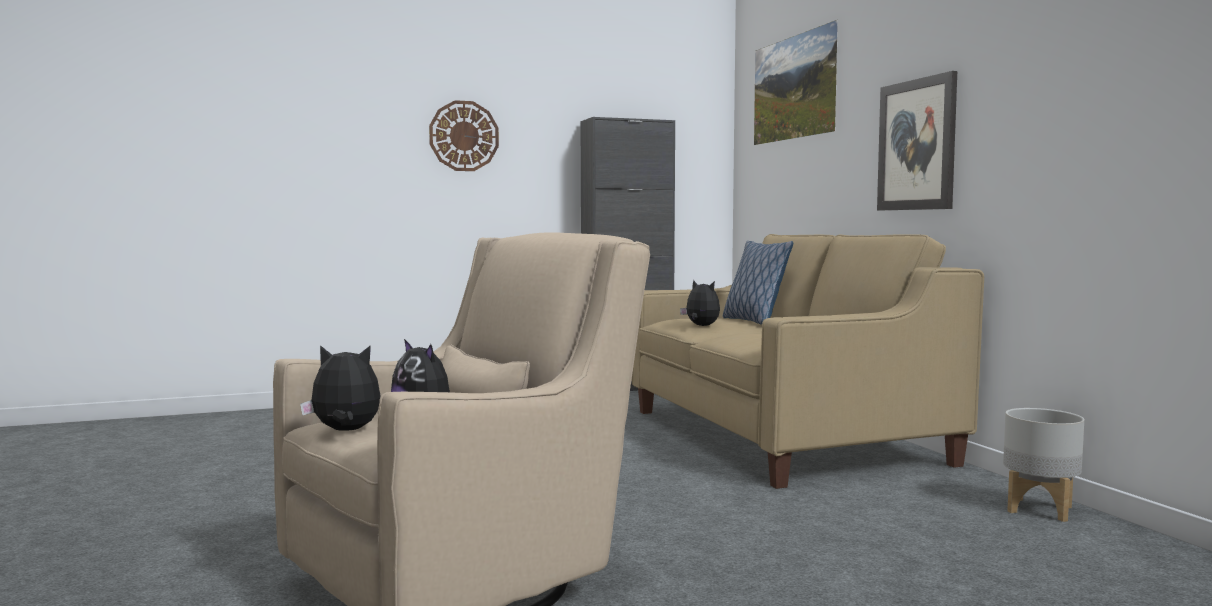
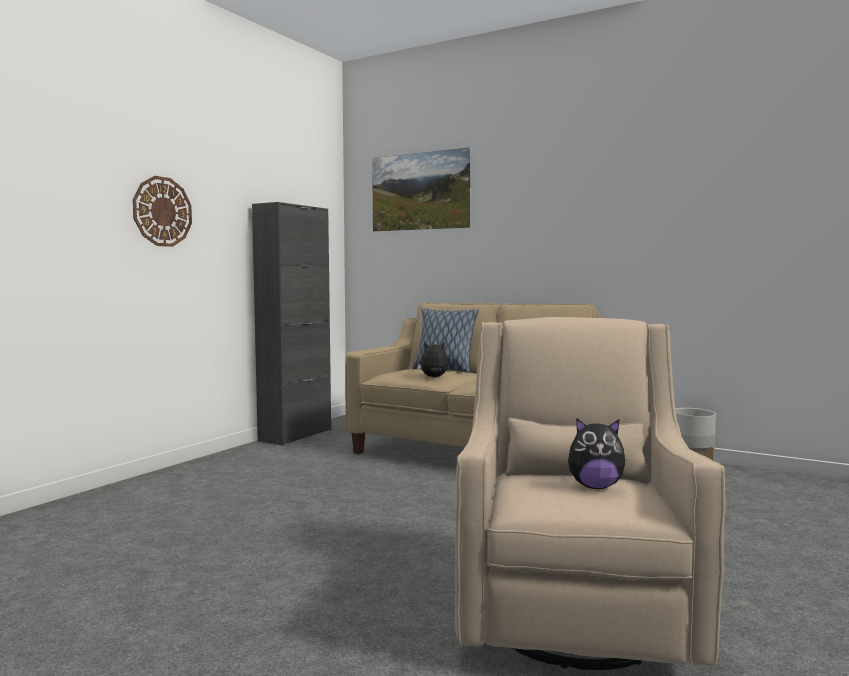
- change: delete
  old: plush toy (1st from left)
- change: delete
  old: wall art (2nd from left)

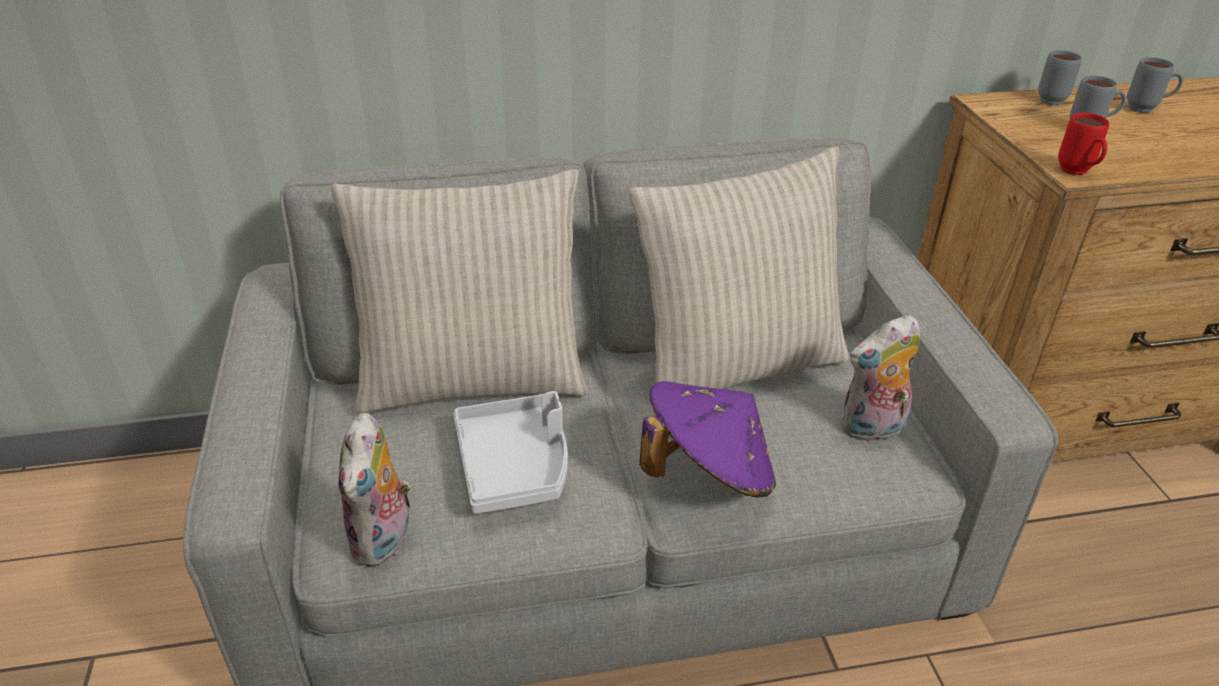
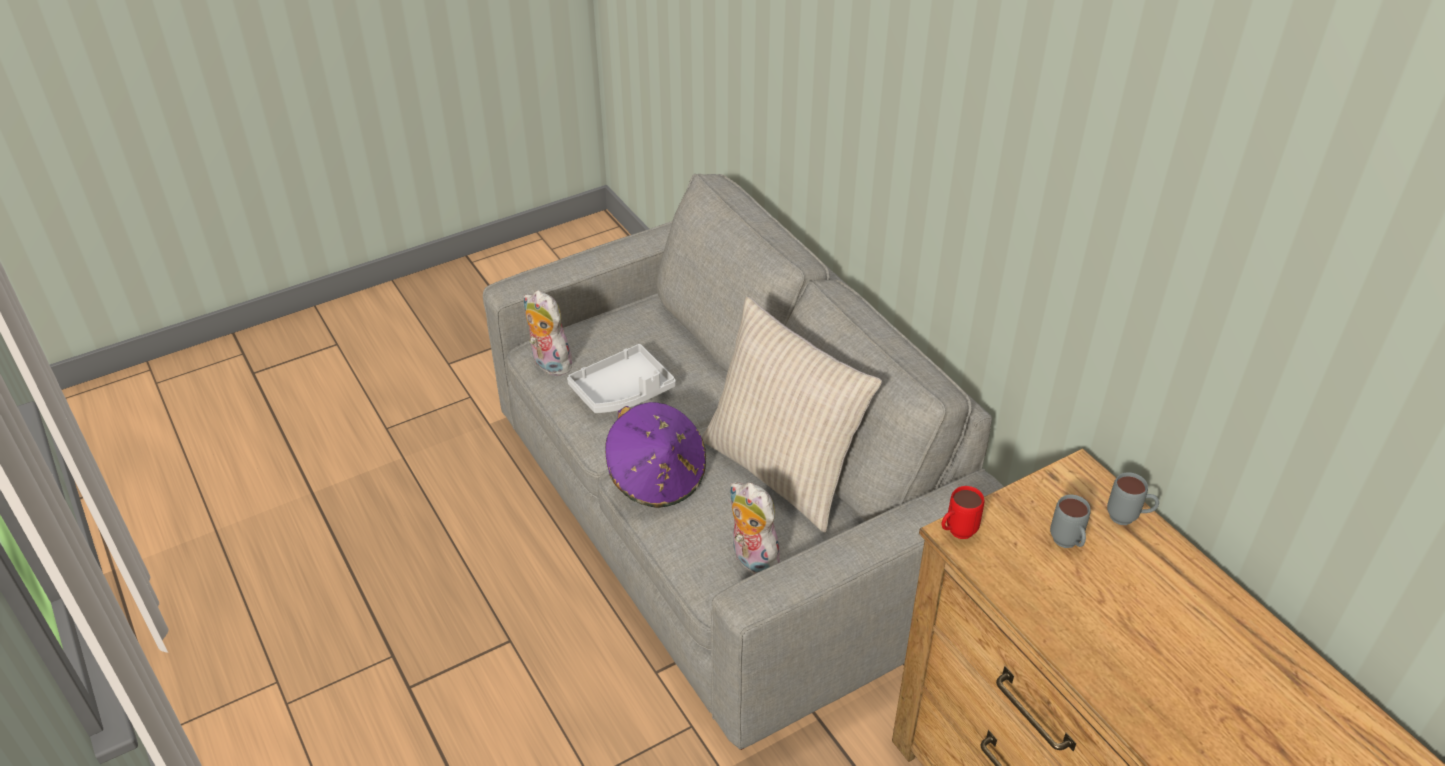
- change: delete
  old: pillow in beige-coloured (1st from left)
- change: delete
  old: tea mug in grey (3rd from left)
- change: rotate
  old: plush toy (1st from left)
  degrees: 60

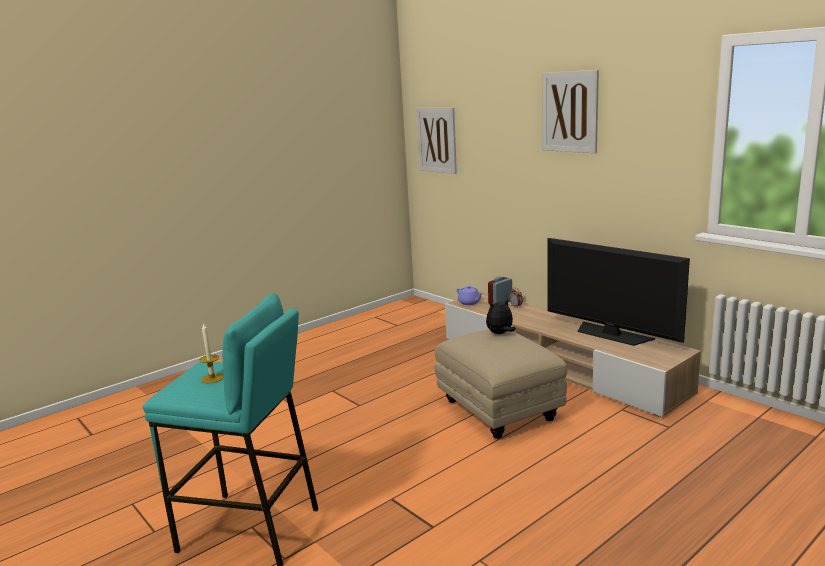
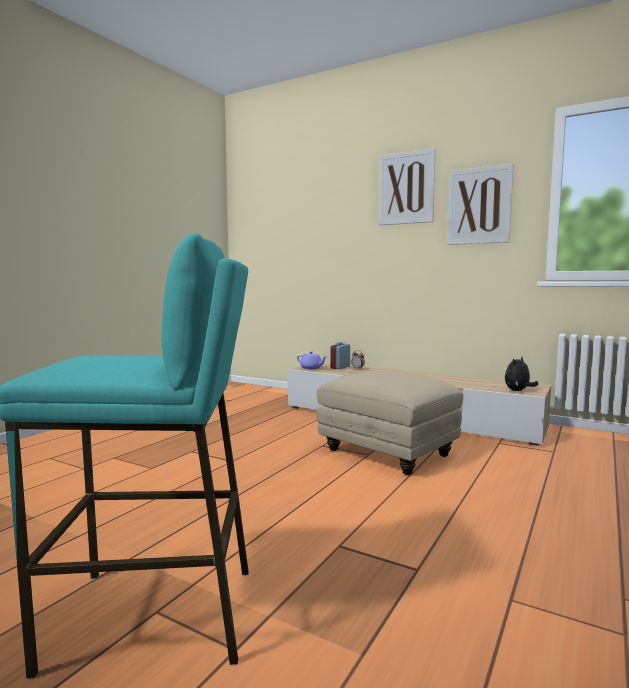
- change: delete
  old: wax light
- change: delete
  old: TV
- change: move
  old: wall art (1st from left in the first image)
  new: wall art (2nd from left)
- change: move
  old: plush toy

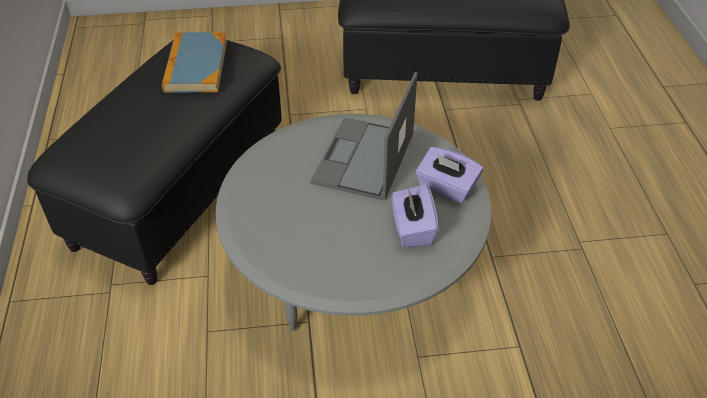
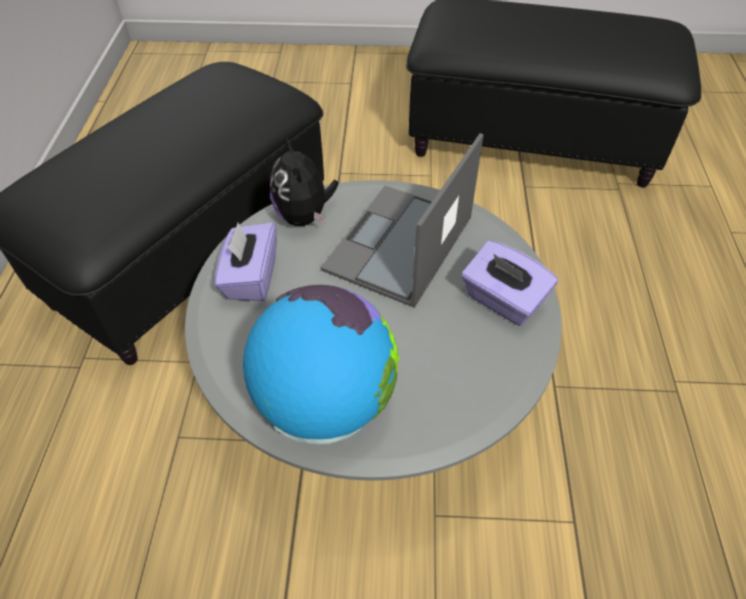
- change: delete
  old: volume
- change: insert
  new: desk globe
- change: insert
  new: plush toy
- change: move
  old: tissue box in purplish (1st from left)

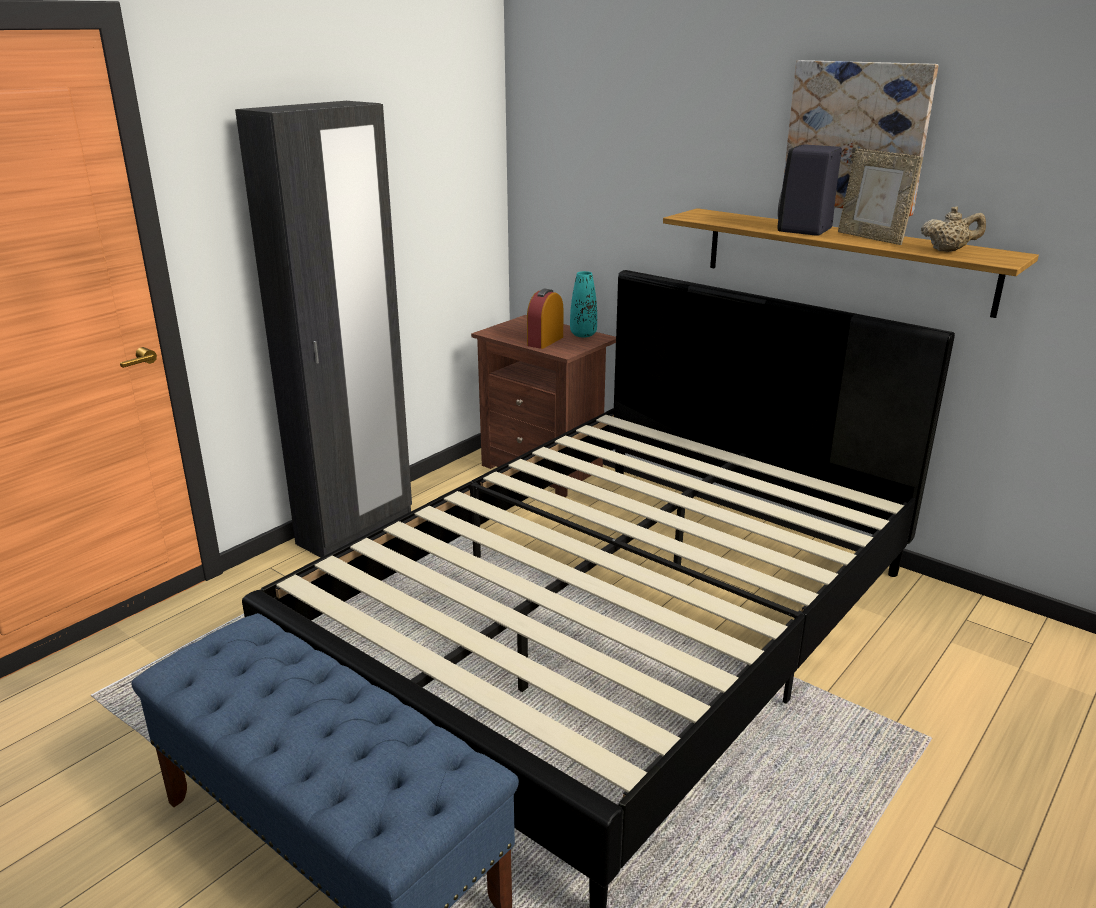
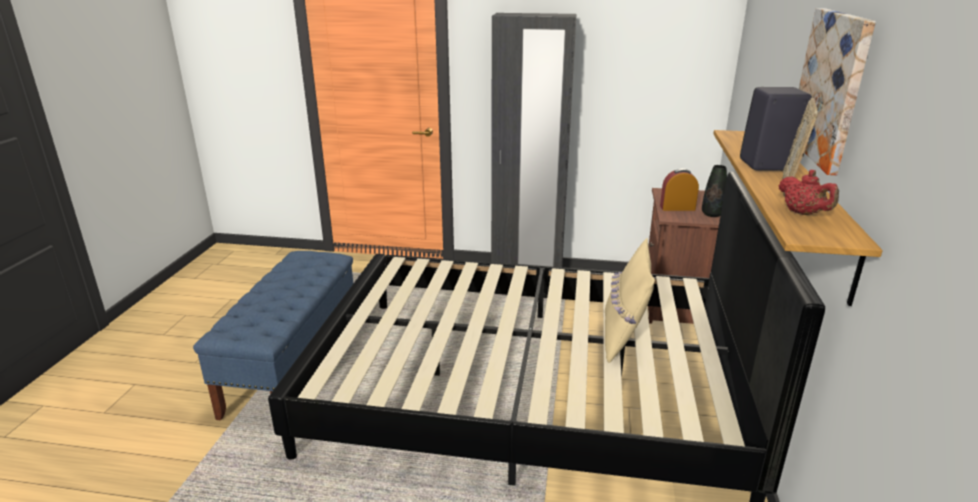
- change: insert
  new: pillow in beige-coloured
- change: recolor
  old: flower vase in turquoise
  new: flower vase in black-coloured
- change: recolor
  old: pot for tea in beige-coloured
  new: pot for tea in reddish

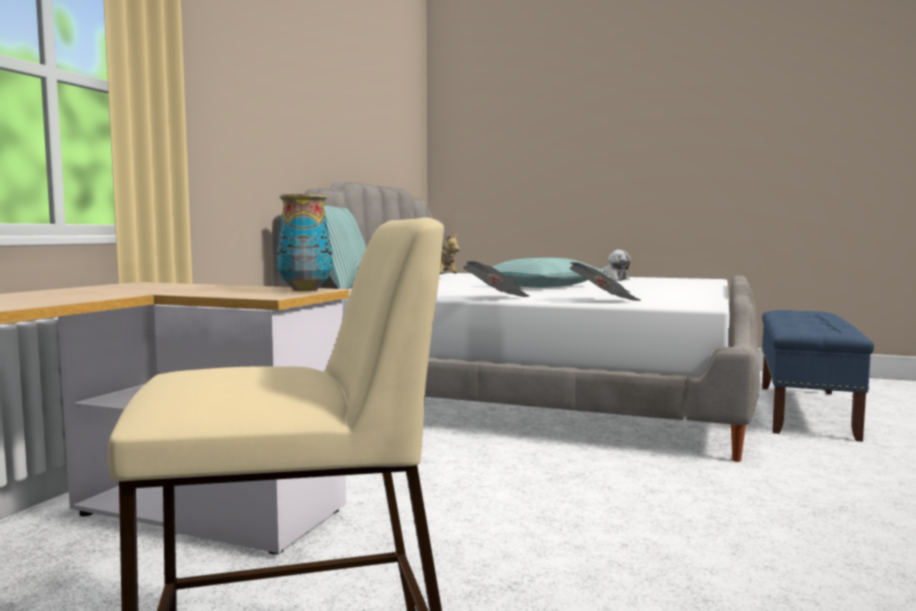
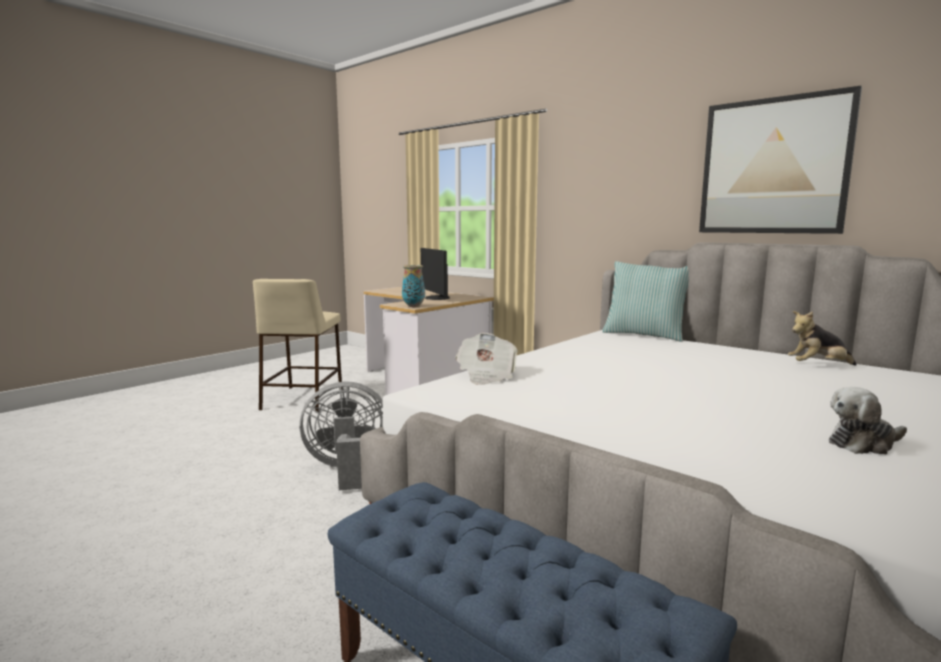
- change: delete
  old: daily paper (1st from left)
- change: delete
  old: pillow (2nd from left)
- change: insert
  new: cooling fan in grey
- change: insert
  new: computer display
- change: insert
  new: wall art

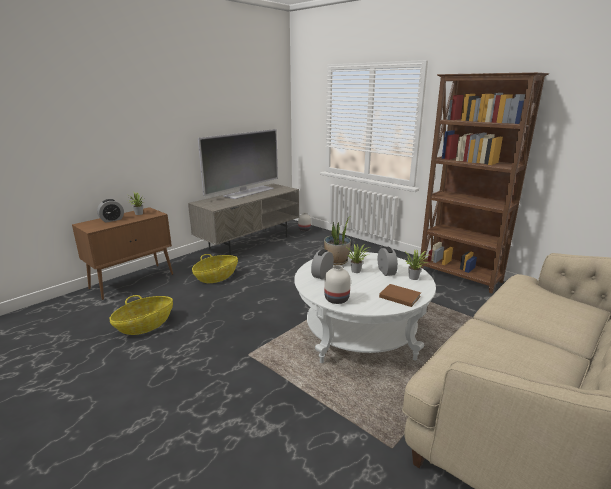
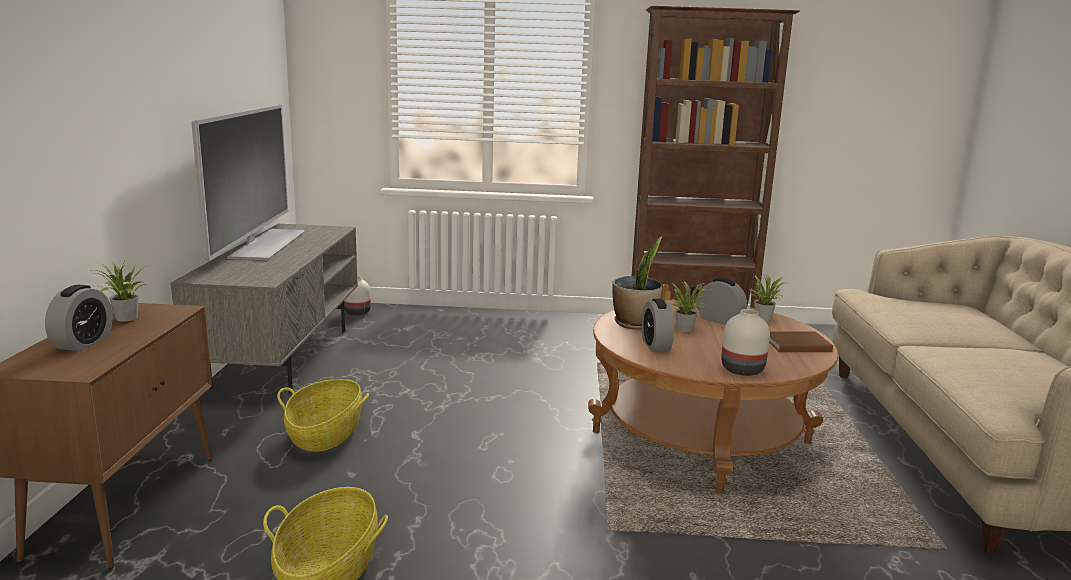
- change: recolor
  old: coffee table in white-coloured
  new: coffee table in brownish

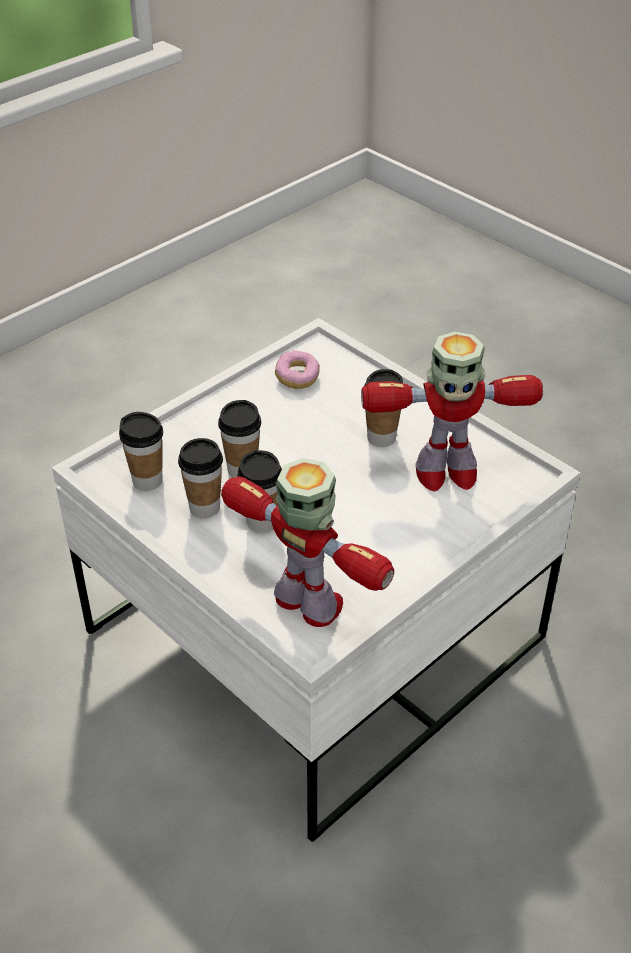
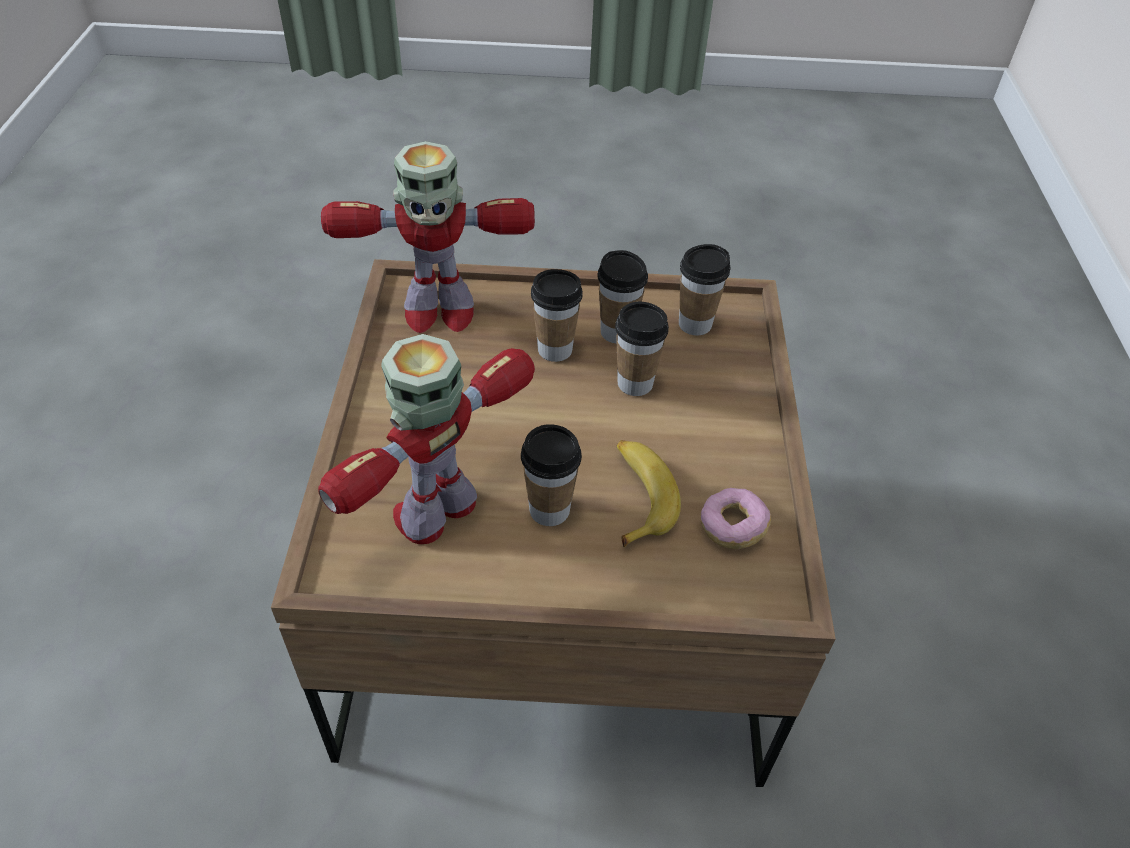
- change: insert
  new: banana
- change: recolor
  old: coffee table in white-coloured
  new: coffee table in brownish

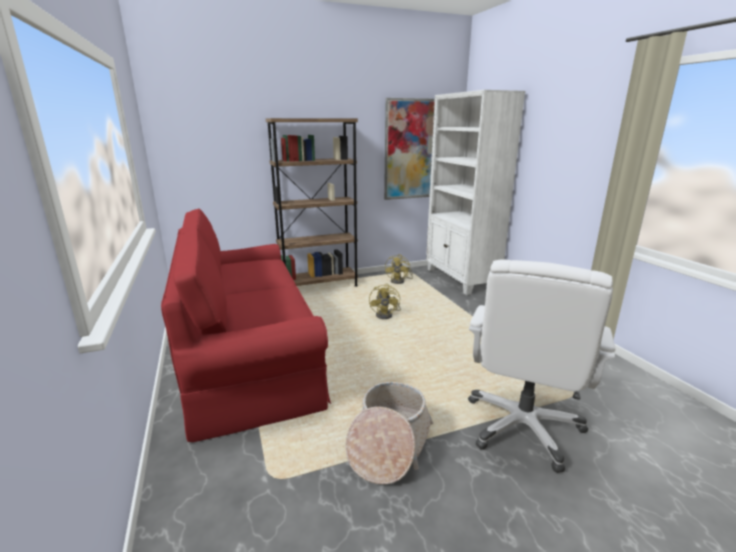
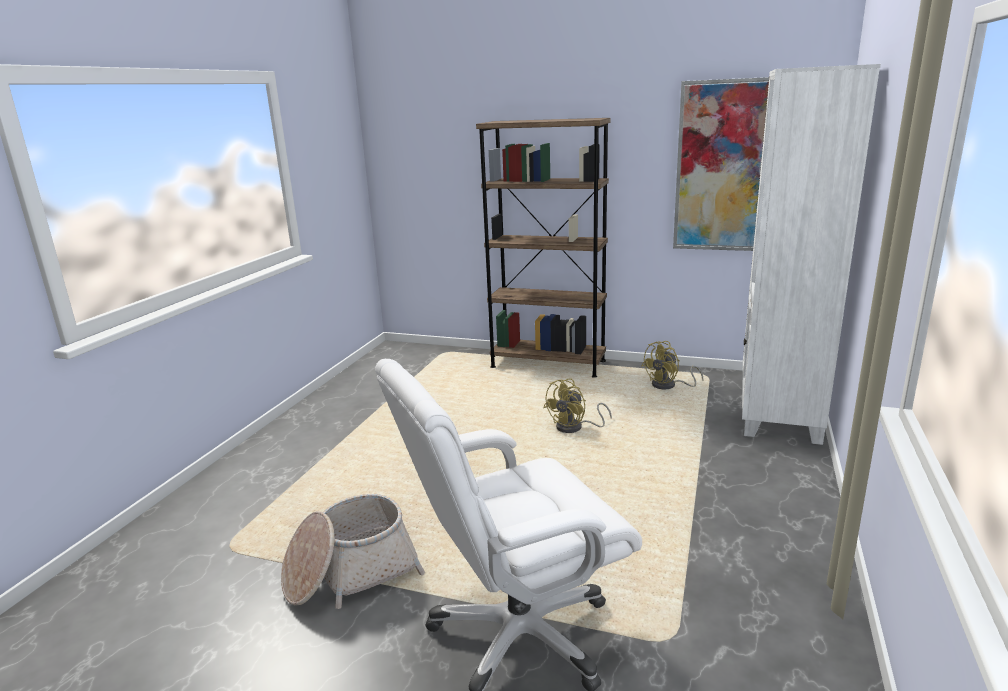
- change: delete
  old: settee in reddish

